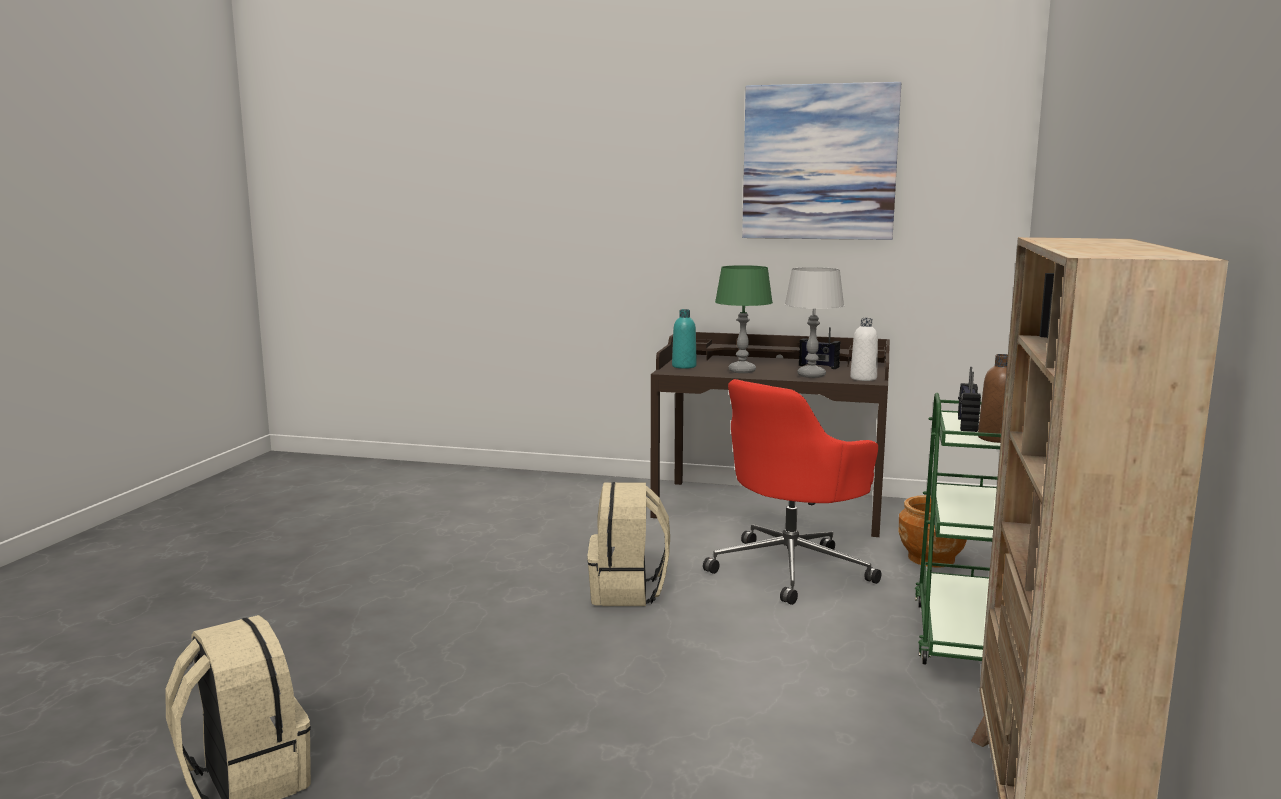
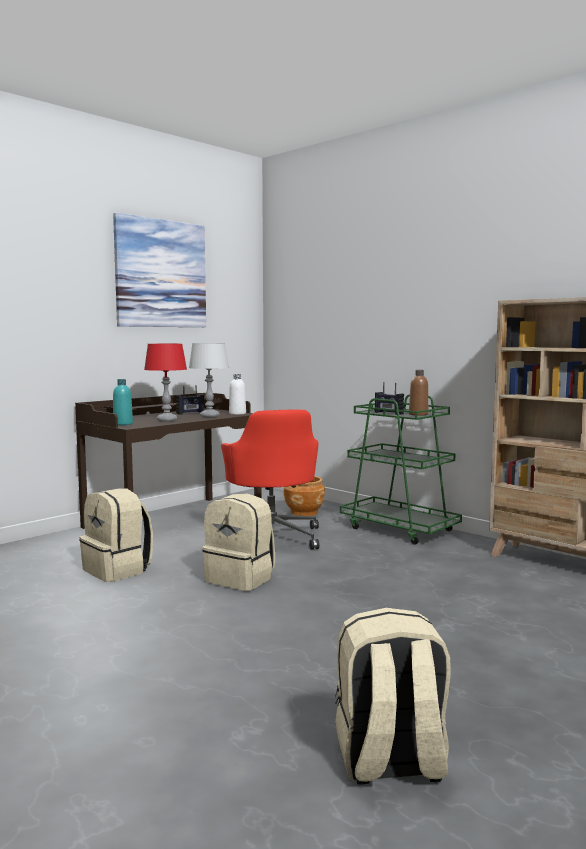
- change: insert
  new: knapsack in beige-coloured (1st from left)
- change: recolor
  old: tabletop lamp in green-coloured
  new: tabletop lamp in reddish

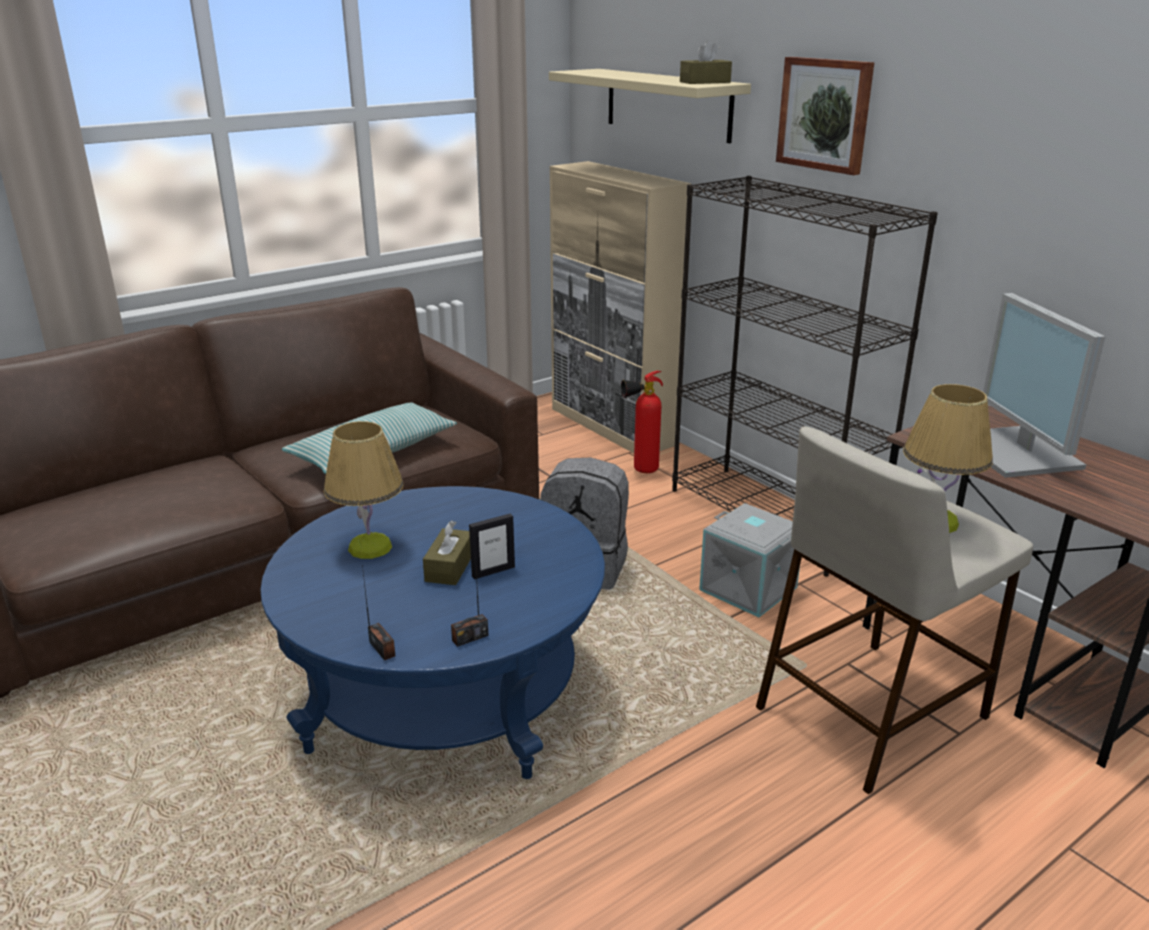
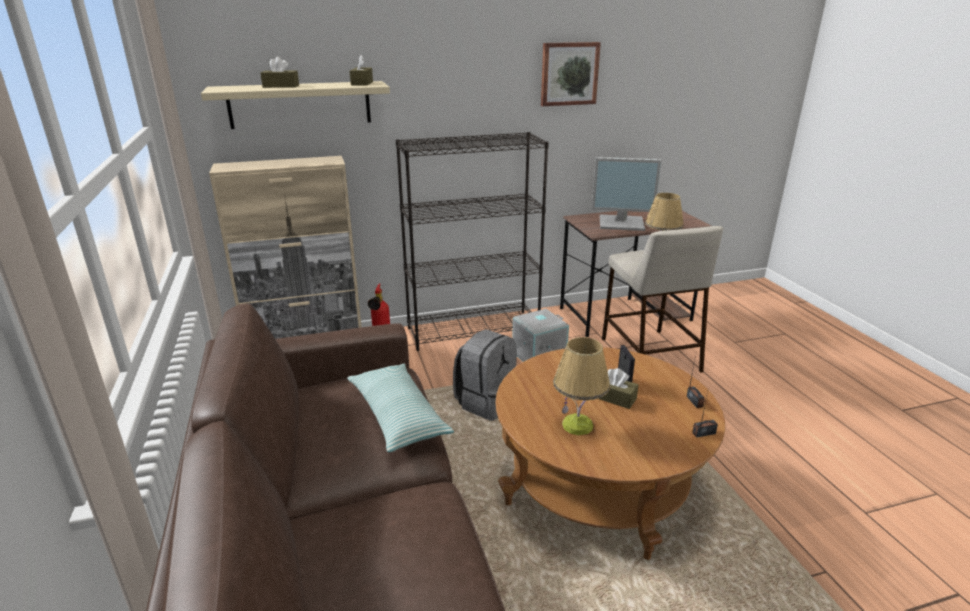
- change: insert
  new: tissue box in brownish (1st from left)
- change: move
  old: wall art
- change: recolor
  old: coffee table in blue-coloured
  new: coffee table in brownish

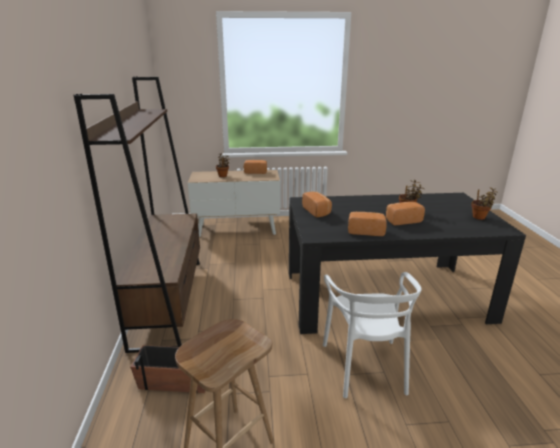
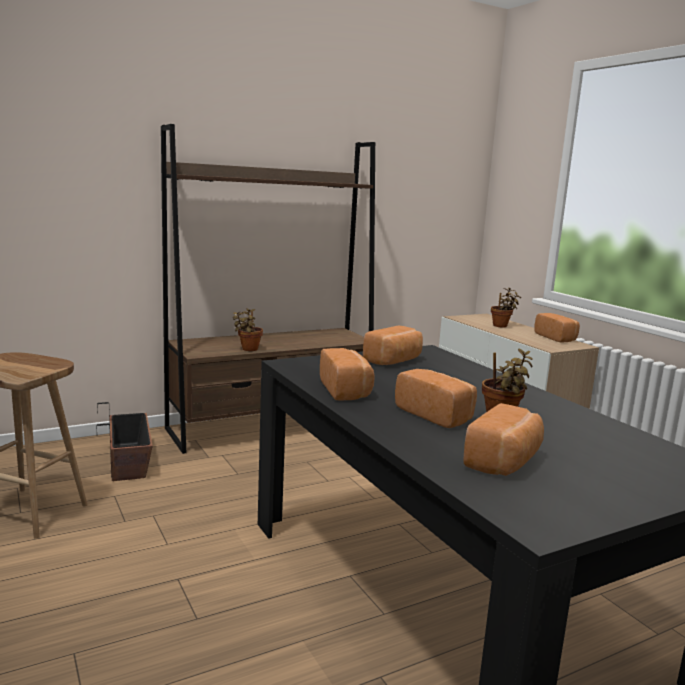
- change: delete
  old: chair in white-coloured
- change: insert
  new: baked bread (4th from left)
- change: move
  old: potted plant (3rd from left in the first image)
  new: potted plant (1st from left)

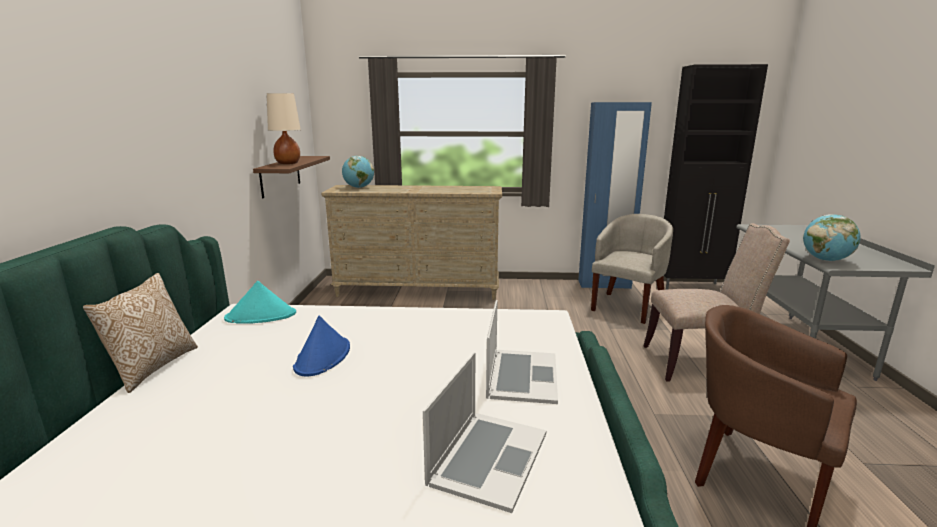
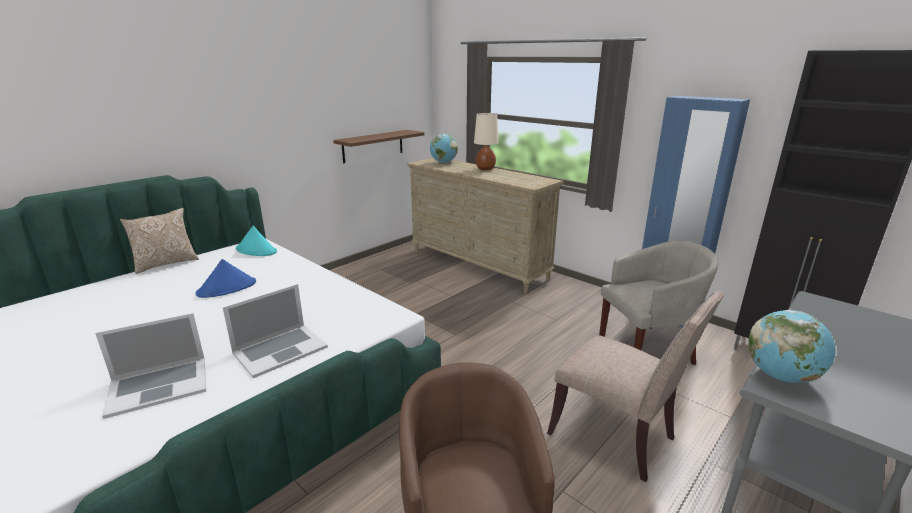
- change: move
  old: tabletop lamp in beige-coloured

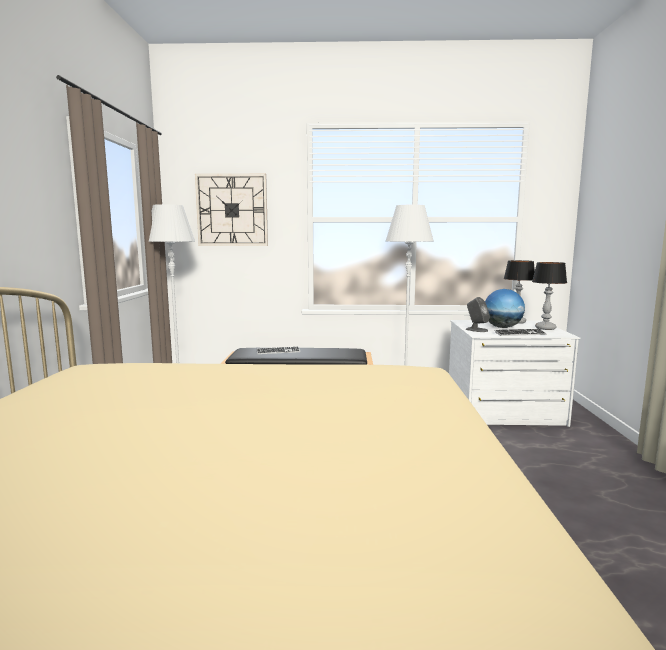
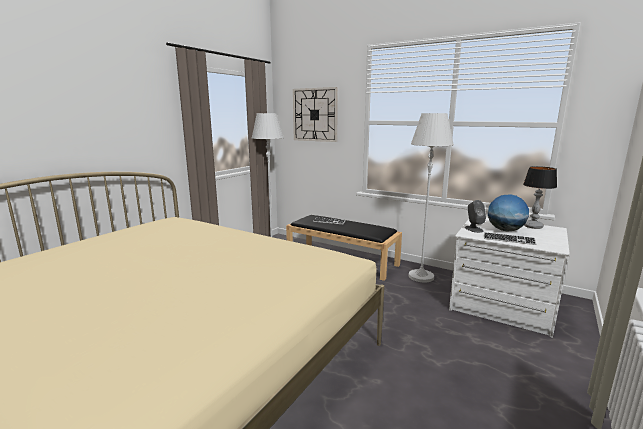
- change: delete
  old: tabletop lamp (2nd from left)

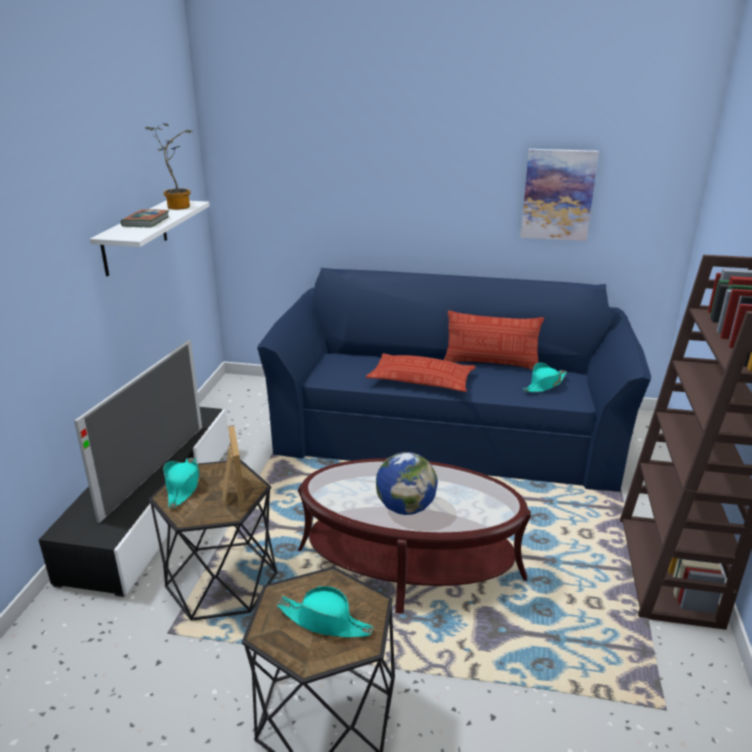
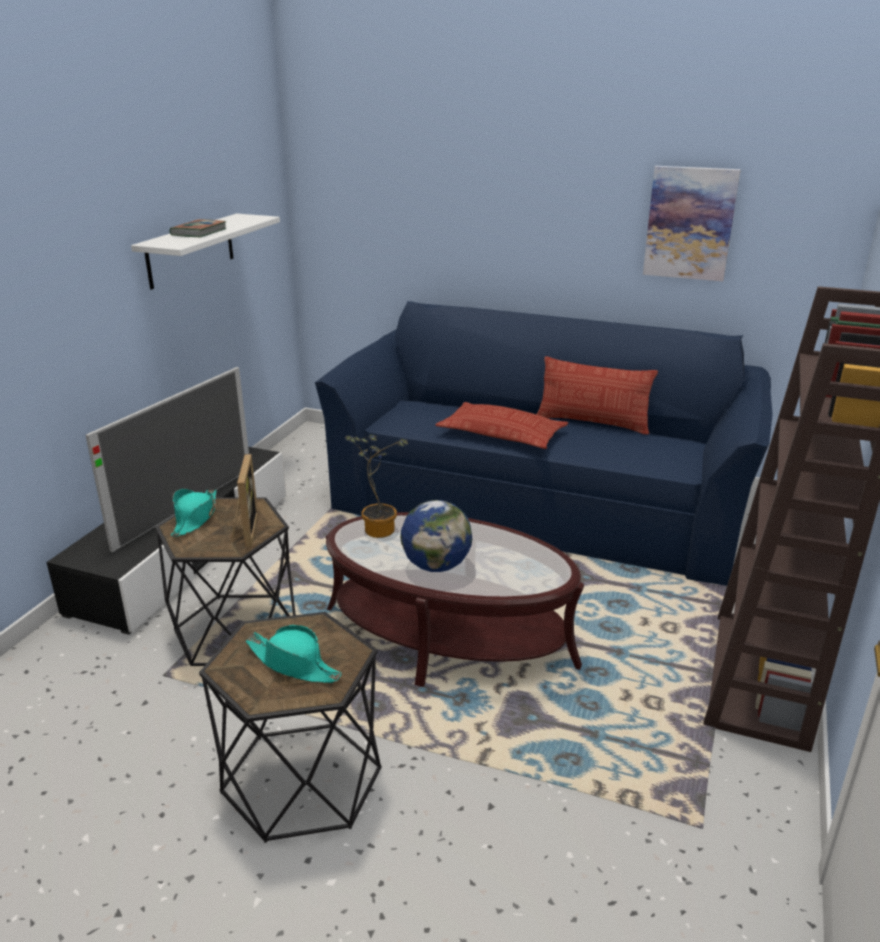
- change: delete
  old: hat in turquoise (3rd from left)
- change: move
  old: potted plant

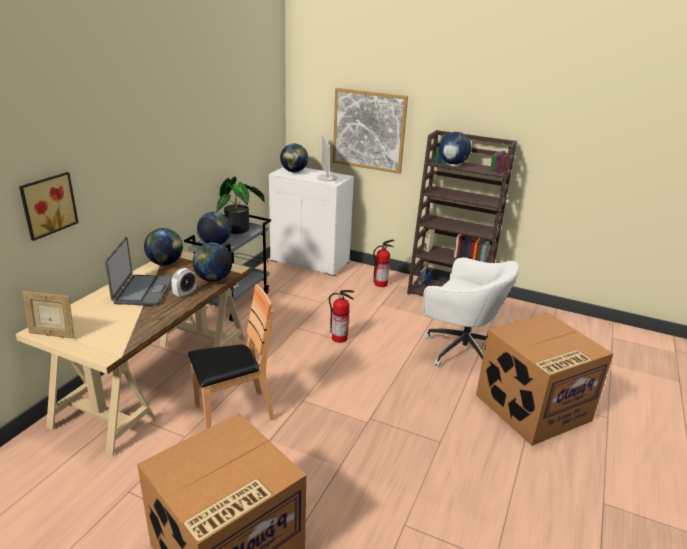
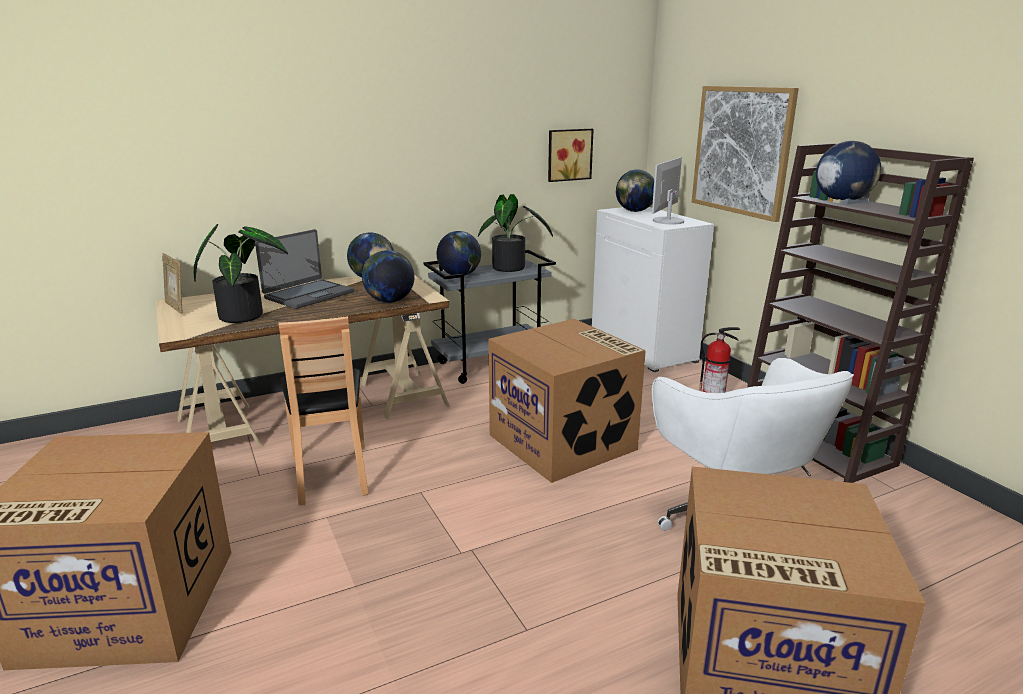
- change: delete
  old: table clock
- change: insert
  new: potted plant (1st from left)
- change: move
  old: wall art (1st from left)
- change: replace
  old: fire extinguisher (1st from left)
  new: carton (2nd from left)
- change: rotate
  old: chair in brownish
  degrees: 60

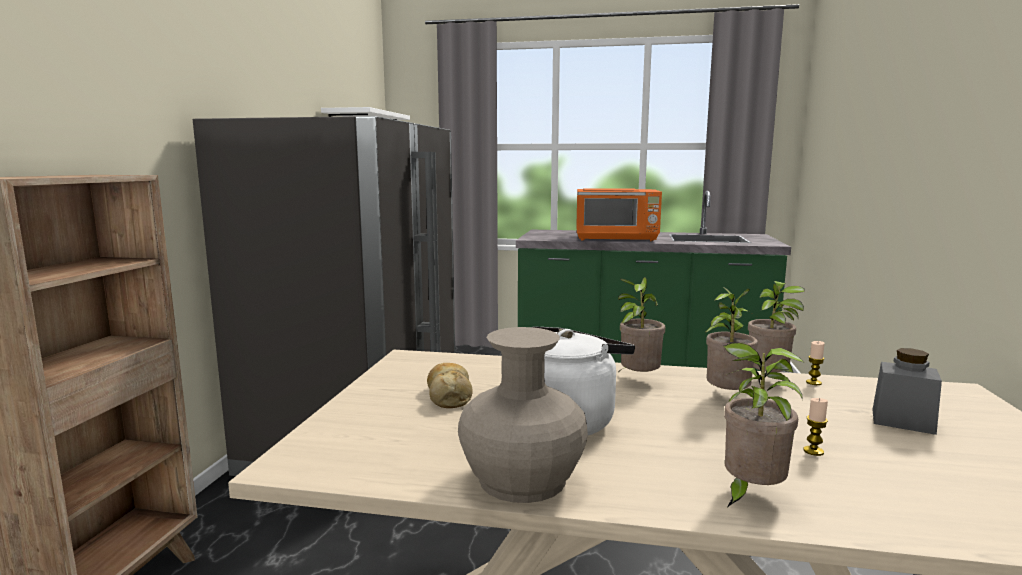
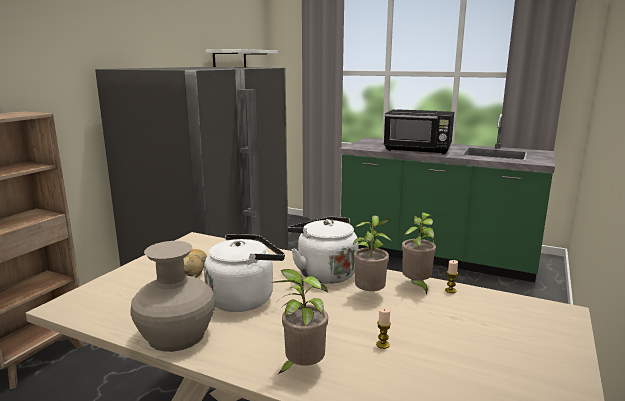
- change: delete
  old: preserve jar in grey
- change: replace
  old: potted plant (1st from left)
  new: water kettle in white-coloured (2nd from left)
- change: recolor
  old: microwave oven in orangey
  new: microwave oven in black-coloured

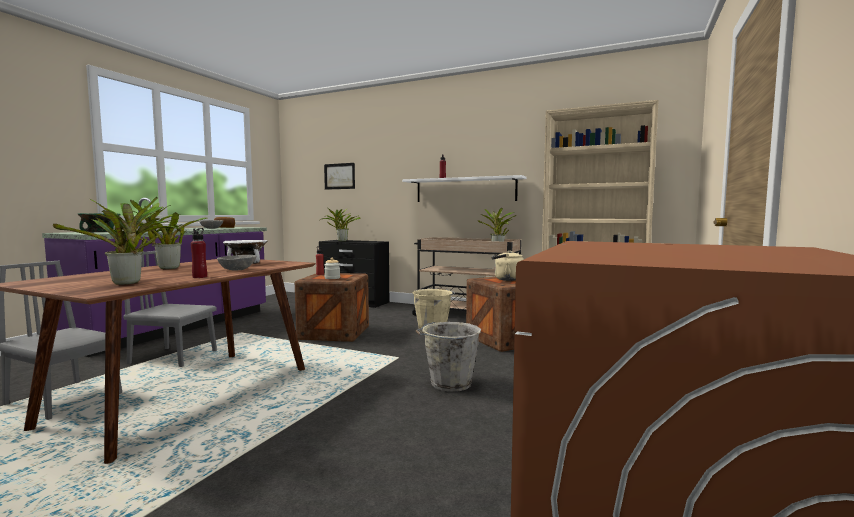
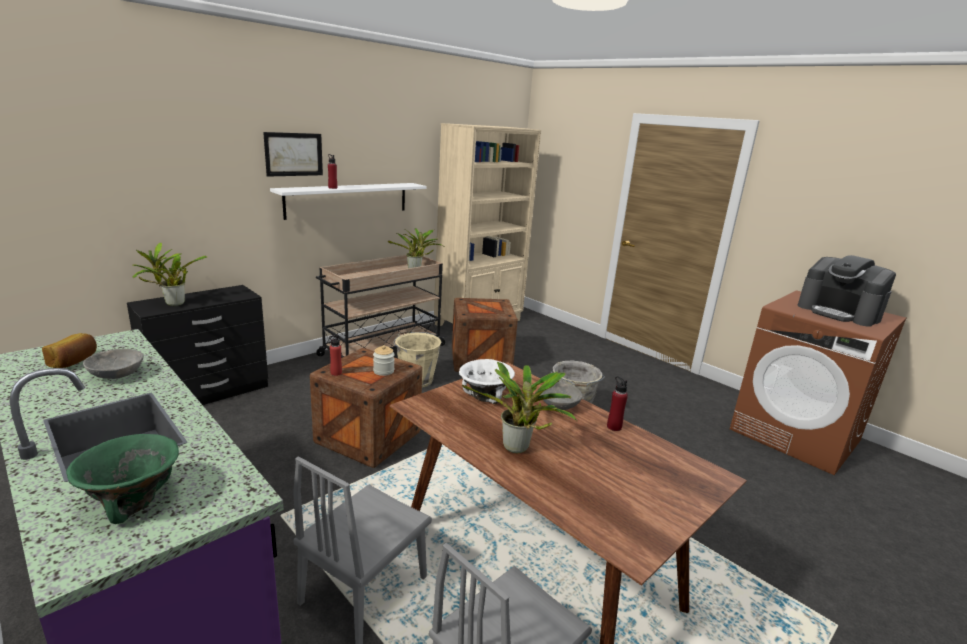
- change: delete
  old: potted plant (1st from left)
- change: delete
  old: water kettle in beige-coloured
- change: insert
  new: coffee maker
- change: move
  old: wall art

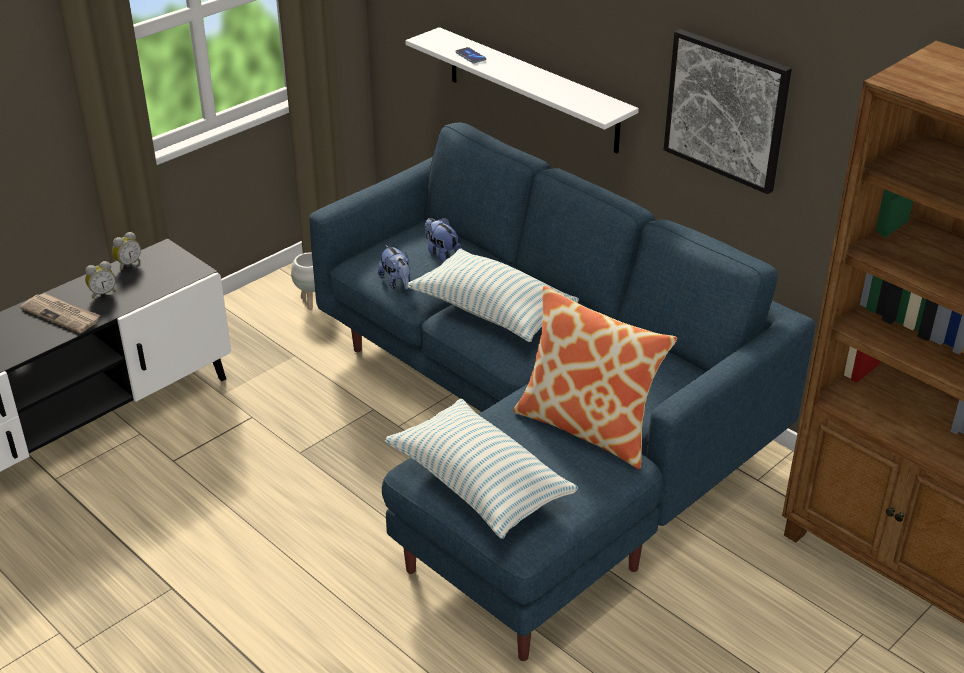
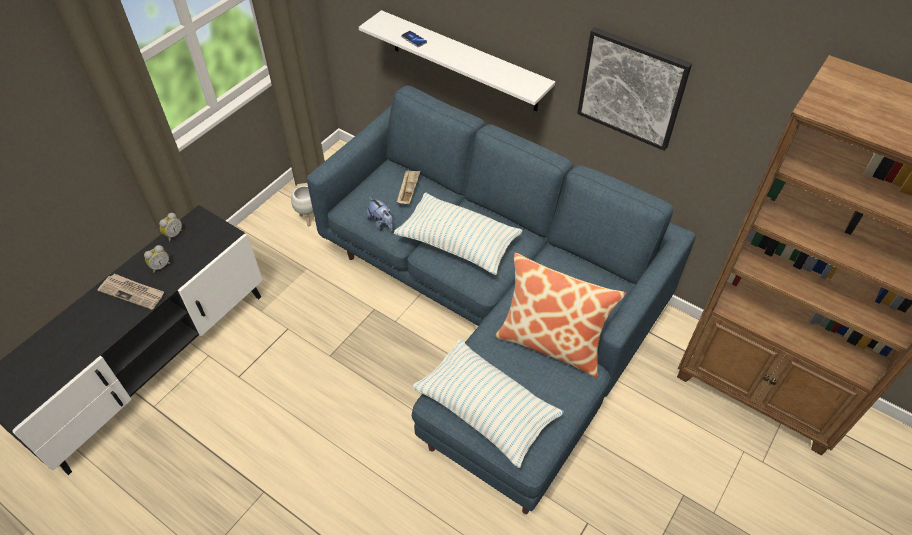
- change: replace
  old: plush toy (2nd from left)
  new: tray in beige-coloured

